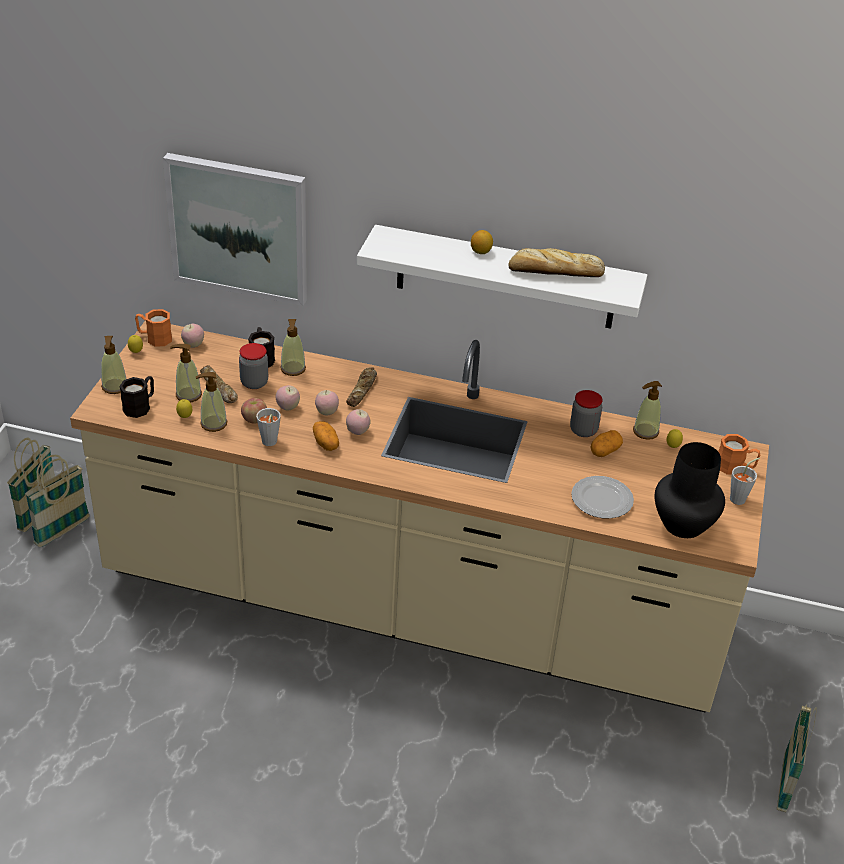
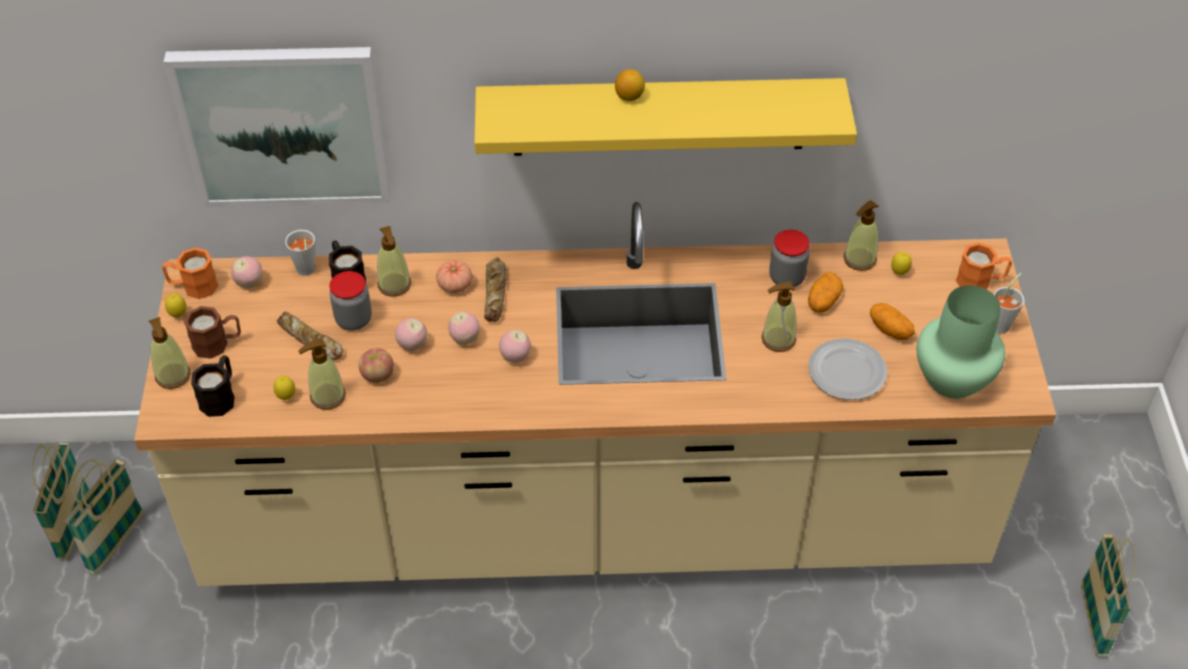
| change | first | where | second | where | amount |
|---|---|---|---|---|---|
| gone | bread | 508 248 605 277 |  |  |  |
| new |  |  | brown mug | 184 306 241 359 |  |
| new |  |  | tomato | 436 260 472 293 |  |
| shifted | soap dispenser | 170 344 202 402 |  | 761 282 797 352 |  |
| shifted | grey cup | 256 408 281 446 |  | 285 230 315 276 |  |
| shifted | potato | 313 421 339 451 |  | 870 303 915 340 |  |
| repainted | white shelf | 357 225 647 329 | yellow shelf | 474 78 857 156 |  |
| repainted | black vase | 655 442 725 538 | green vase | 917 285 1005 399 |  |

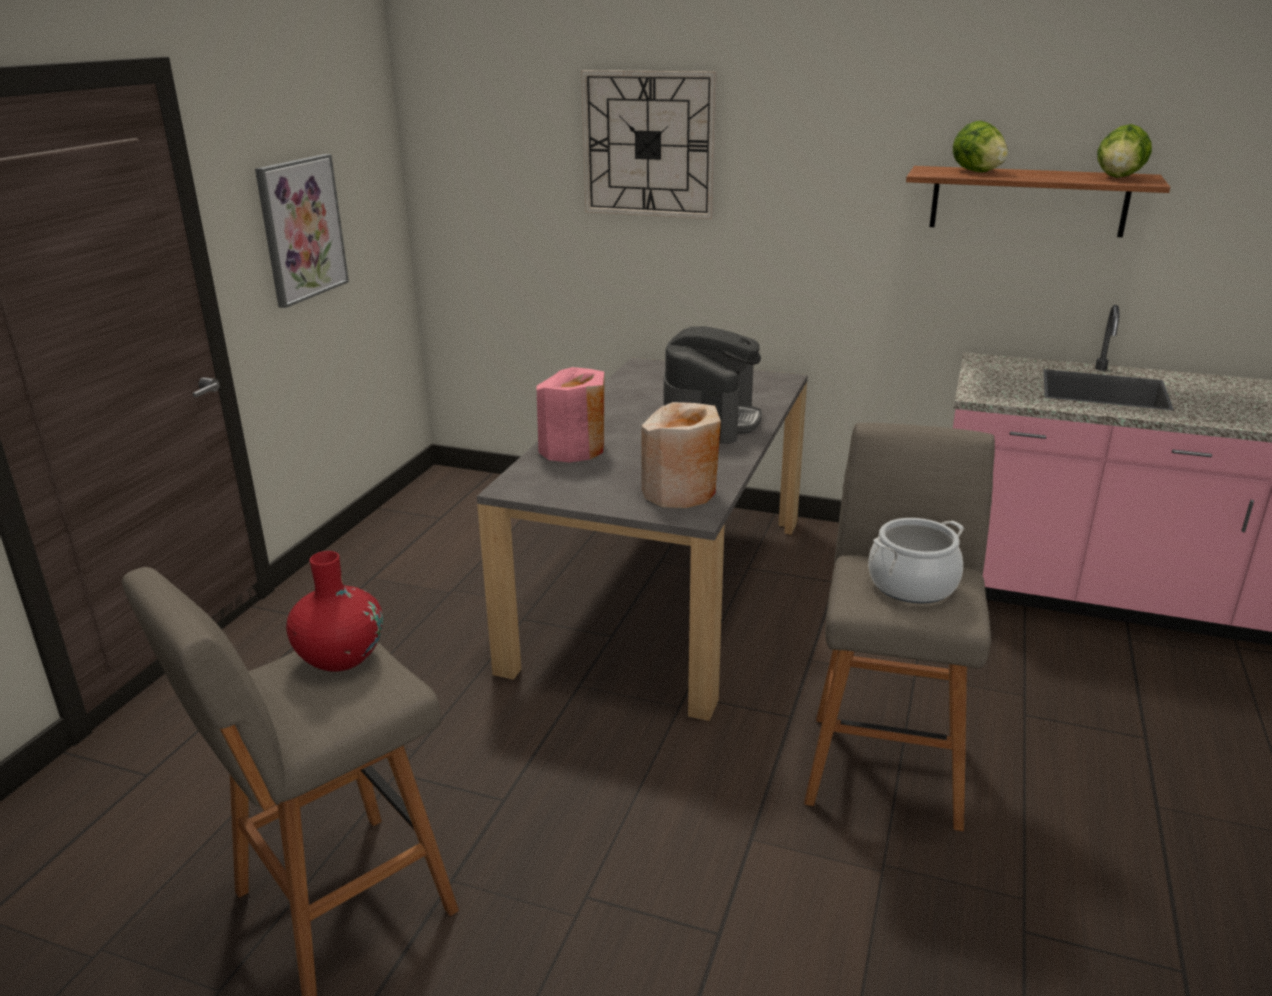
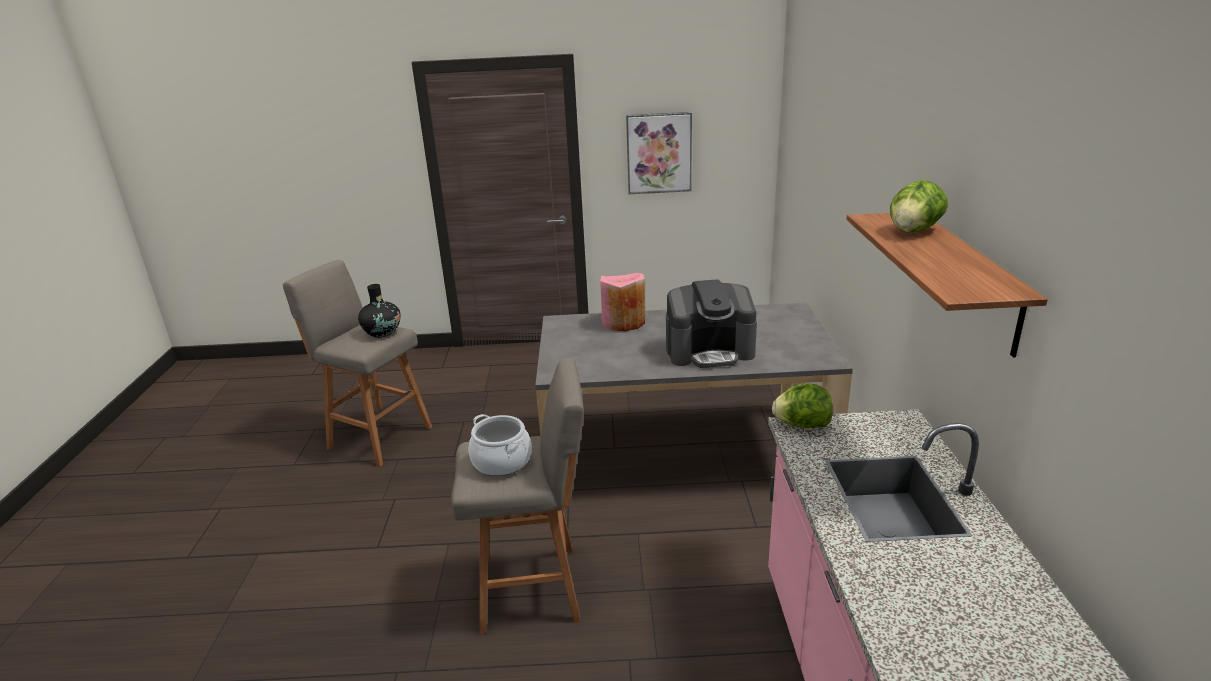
| change | first | where | second | where | amount |
|---|---|---|---|---|---|
| gone | wall clock | 581 70 717 219 |  |  |  |
| gone | beige vase | 642 402 721 508 |  |  |  |
| shifted | lettuce | 1097 124 1152 178 |  | 772 384 833 428 |  |
| repainted | red vase | 286 551 383 672 | black vase | 358 284 401 338 |  |

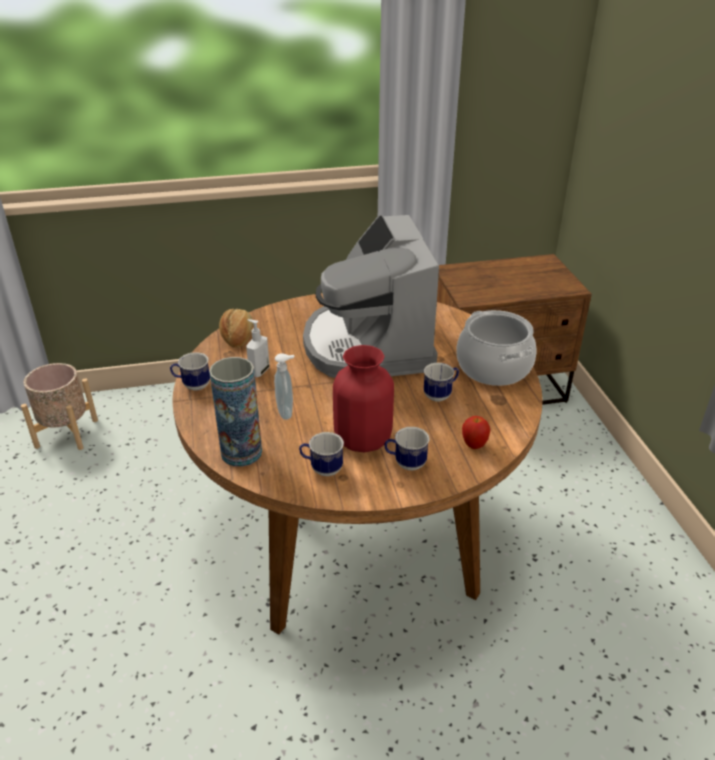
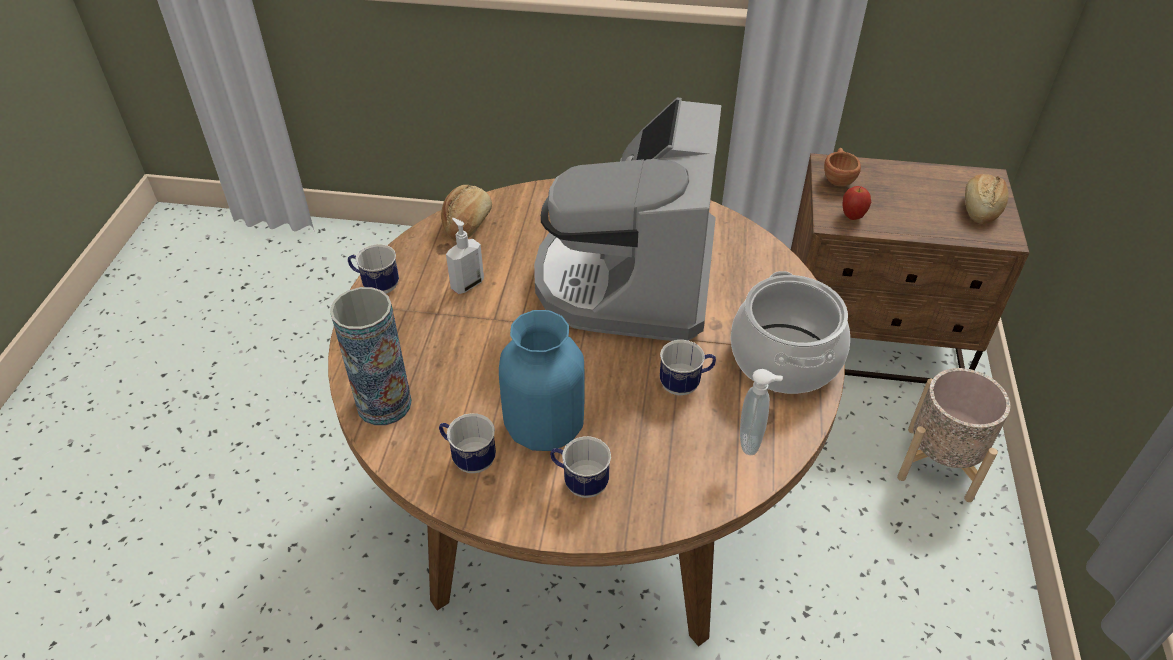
| change | first | where | second | where | amount |
|---|---|---|---|---|---|
| new |  |  | brown cup | 824 148 861 186 |  |
| new |  |  | bread | 965 174 1009 224 |  |
| shifted | beige planter | 21 363 98 450 |  | 897 368 1010 502 |  |
| shifted | soap dispenser | 274 353 294 420 |  | 740 369 783 455 |  |
| shifted | apple | 462 416 491 449 |  | 842 186 871 220 |  |
| repainted | red vase | 333 345 394 452 | blue vase | 499 310 585 451 |  |

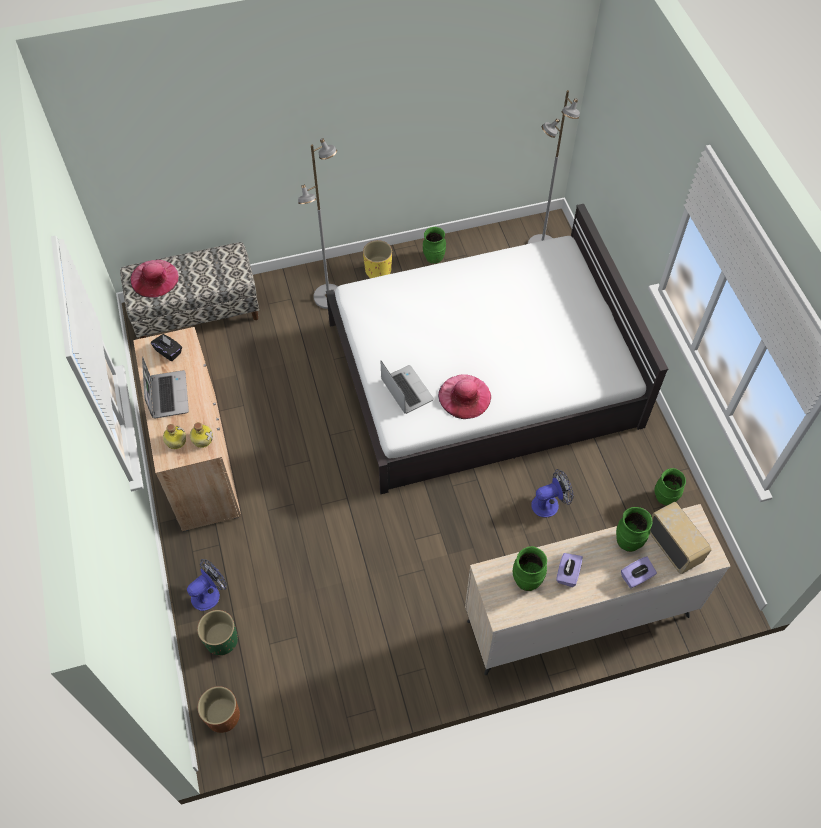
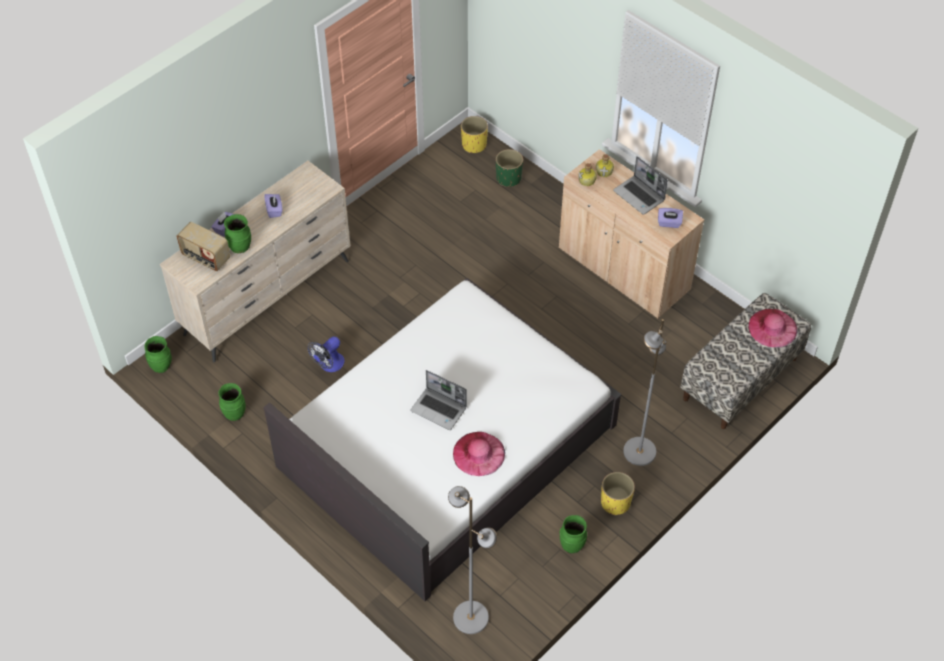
| change | first | where | second | where | amount |
|---|---|---|---|---|---|
| gone | fan | 187 559 227 611 |  |  |  |
| shifted | laptop | 381 361 434 414 |  | 410 370 467 430 |  |
| shifted | pink hat | 438 374 491 419 |  | 453 432 505 476 |  |
| shifted | green vase | 513 546 547 591 |  | 144 336 172 373 |  |
| repainted | black tissue box | 151 334 182 361 | purple tissue box | 658 208 683 228 |  |
| repainted | brown planter | 198 686 240 733 | yellow planter | 461 116 488 153 |  |

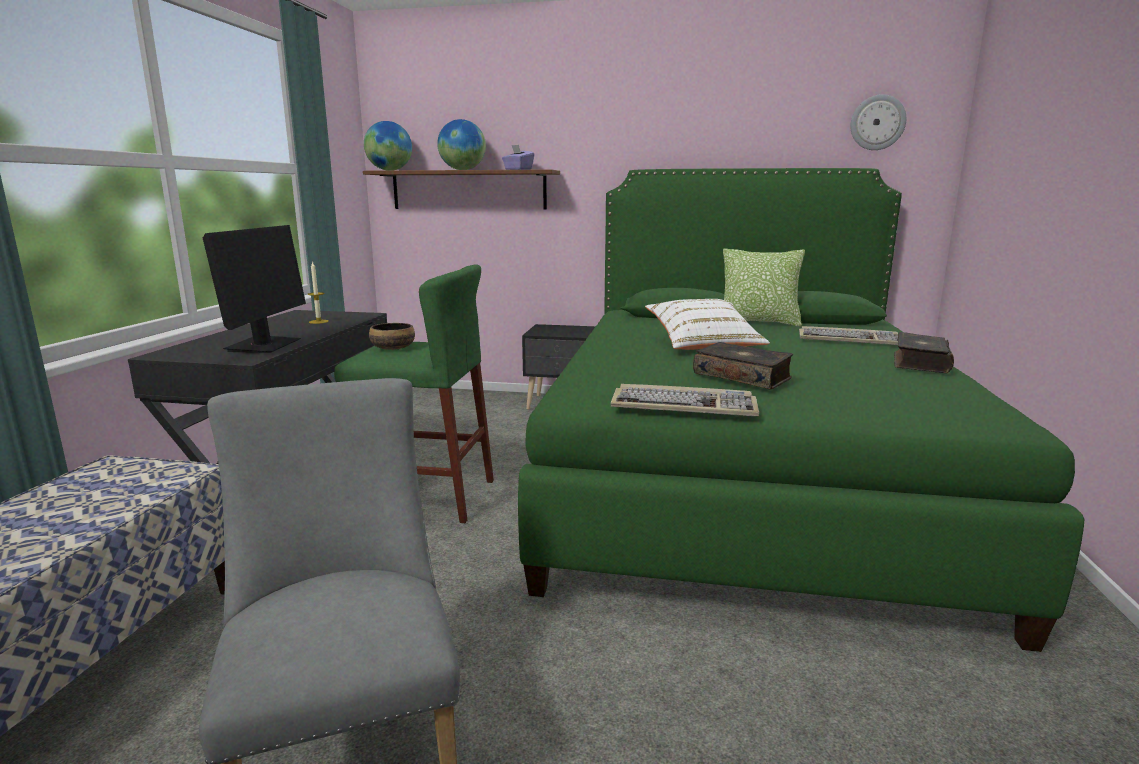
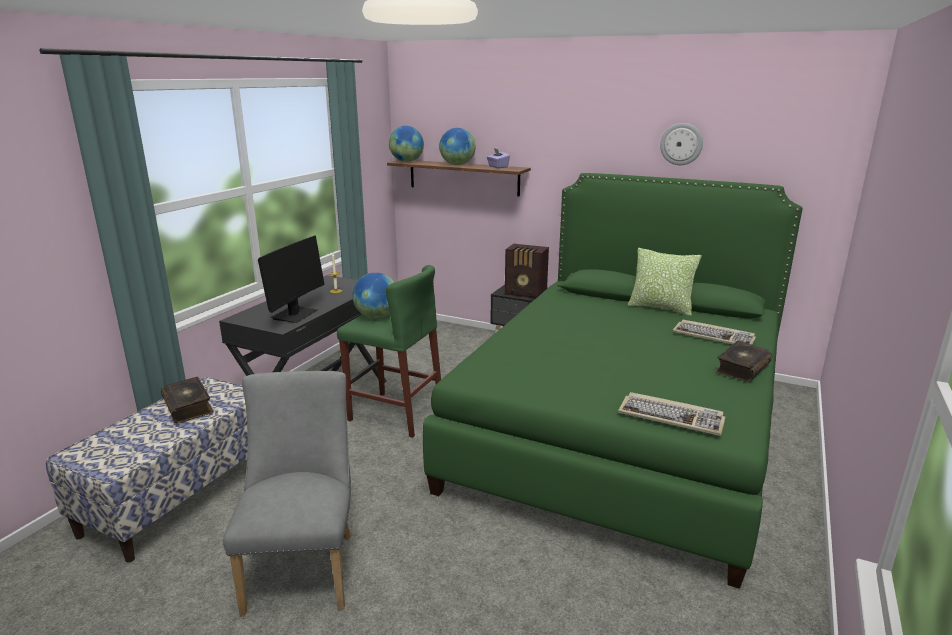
| change | first | where | second | where | amount |
|---|---|---|---|---|---|
| gone | white pillow | 645 299 770 350 |  |  |  |
| new |  |  | radio | 505 244 549 298 |  |
| shifted | keyboard | 611 384 759 416 |  | 618 392 725 436 |  |
| shifted | book | 693 342 793 389 |  | 161 377 214 423 |  |
| shifted | wall clock | 850 94 906 150 |  | 660 123 703 165 |  |
| swapped | bowl | 369 323 415 350 | globe | 352 273 394 319 |  |

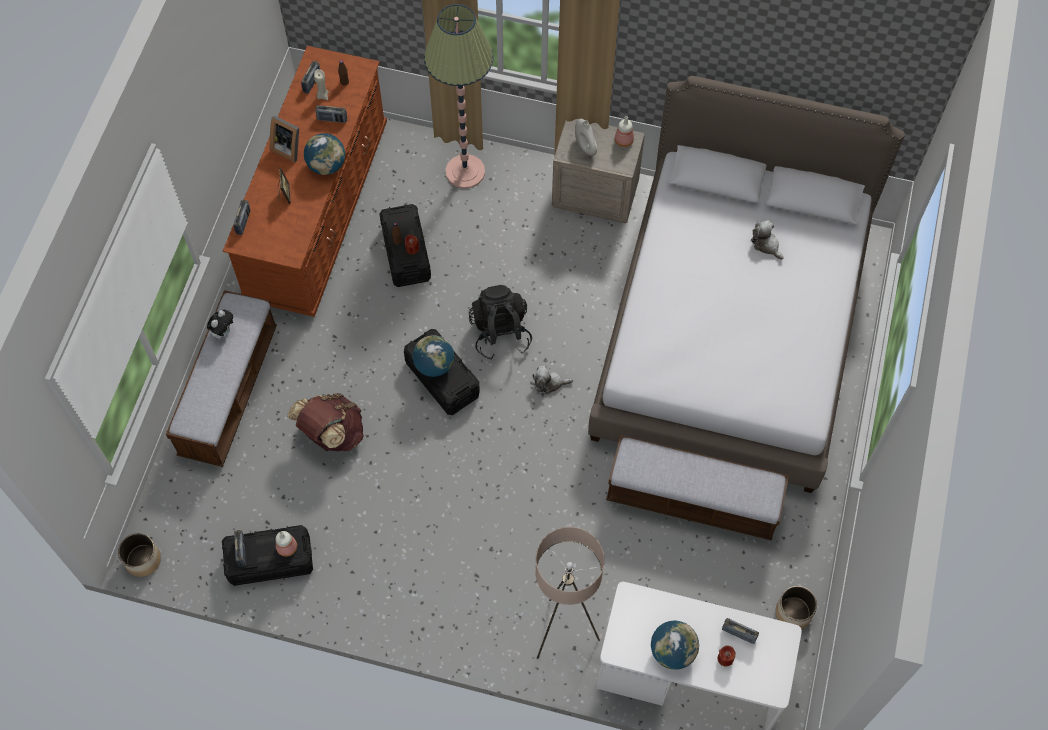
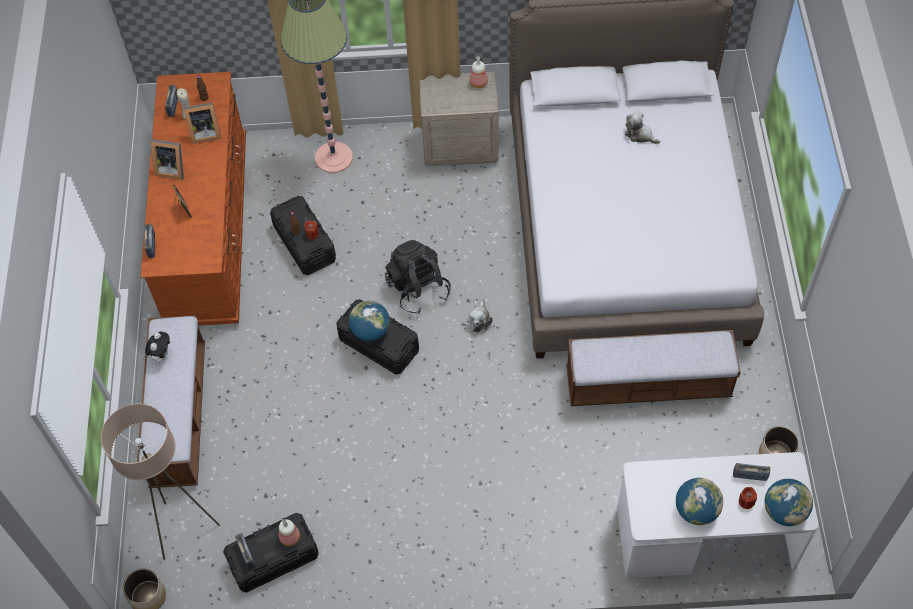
| change | first | where | second | where | amount |
|---|---|---|---|---|---|
| gone | brown backpack | 287 393 364 451 |  |  |  |
| gone | white vase | 575 119 597 156 |  |  |  |
| shifted | globe | 304 133 345 175 |  | 765 479 813 526 |  |
| shifted | beige floor lamp | 535 527 605 659 |  | 101 404 220 560 |  |
| swapped | radio | 315 105 347 123 | picture frame | 184 102 221 144 |  |
| rotated | plush toy | 532 366 573 394 |  | 467 298 493 332 | 60 degrees counterclockwise |

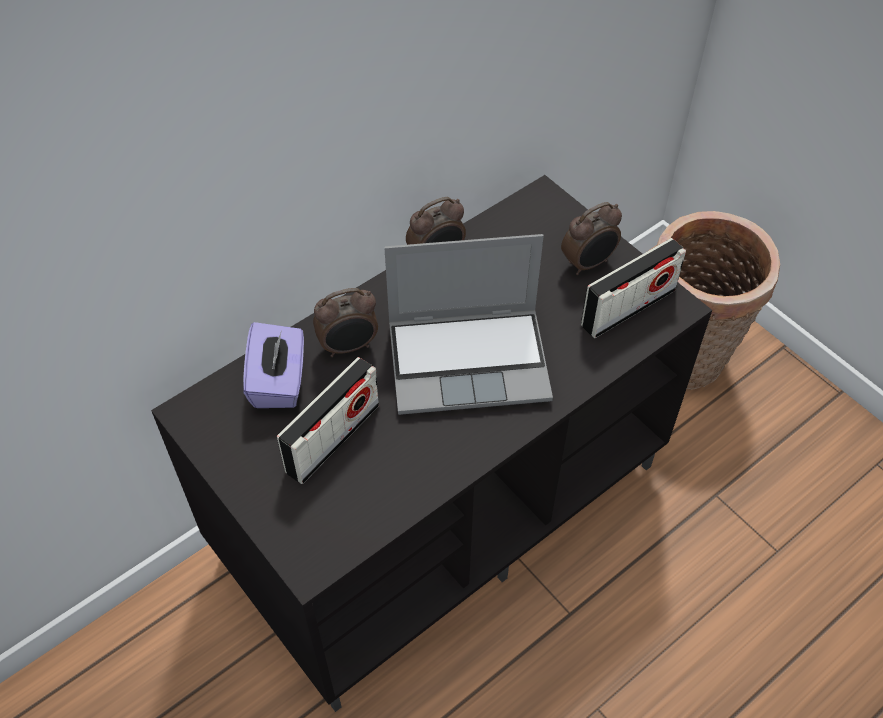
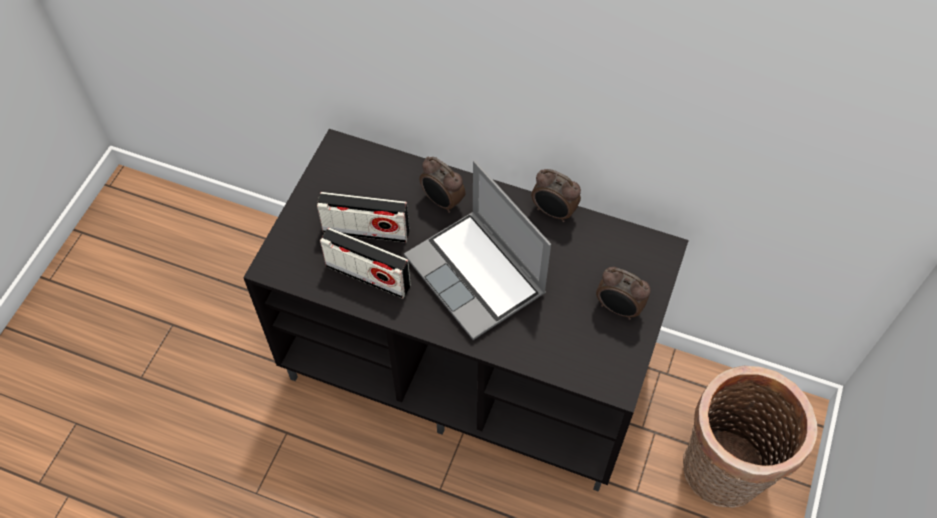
| change | first | where | second | where | amount |
|---|---|---|---|---|---|
| gone | purple tissue box | 243 322 304 408 |  |  |  |
| shifted | radio | 581 238 686 338 |  | 320 228 411 298 |  |

